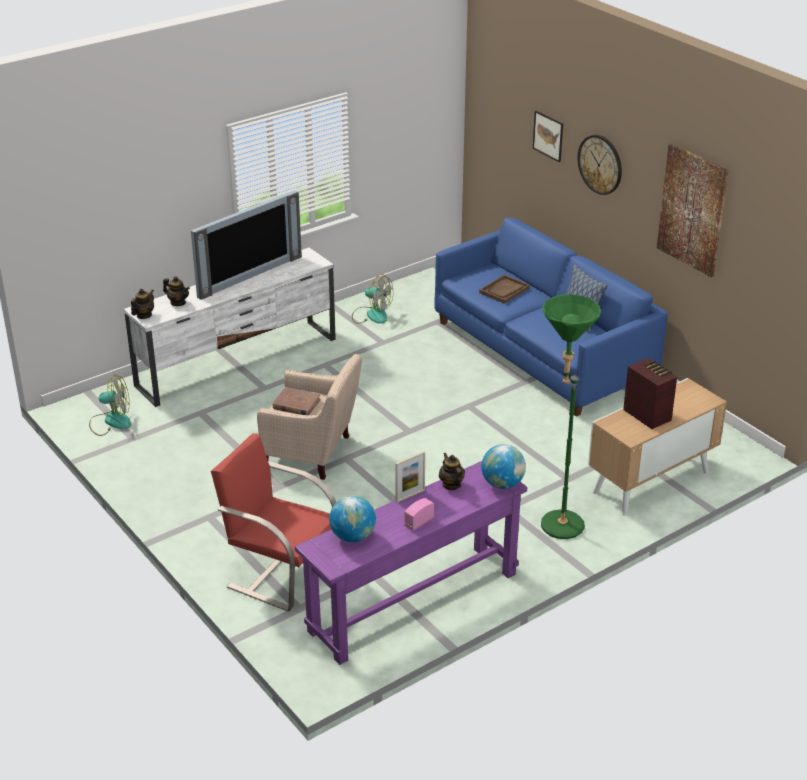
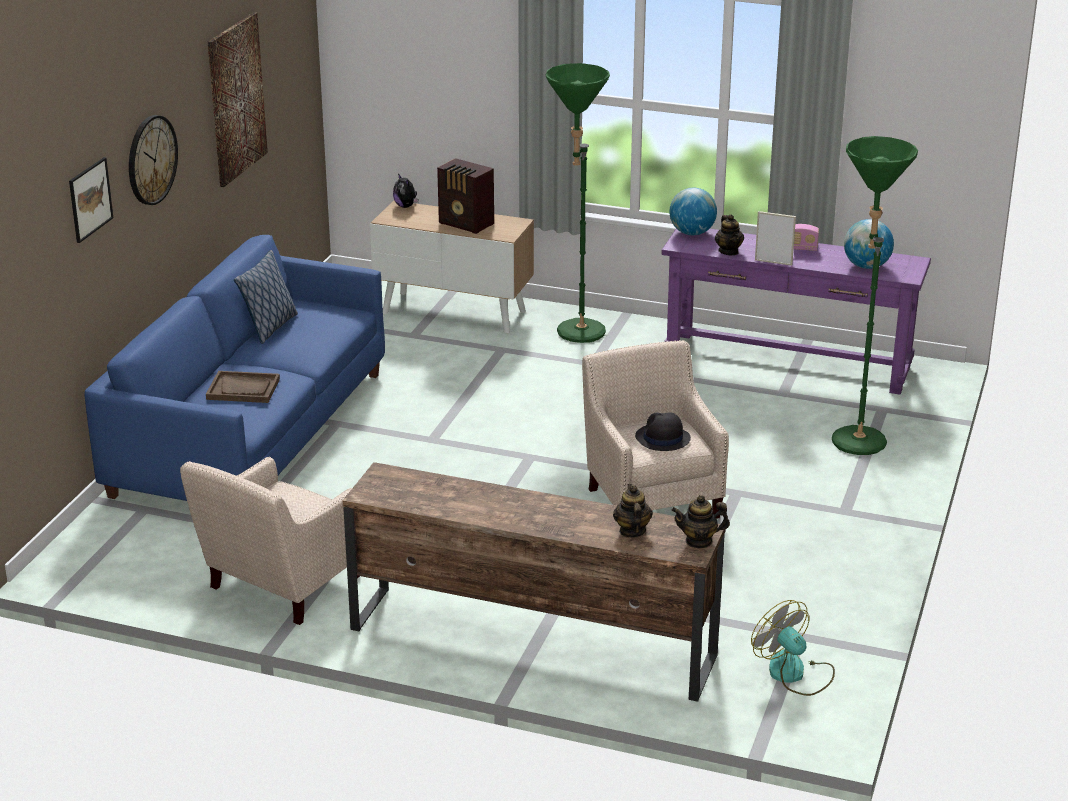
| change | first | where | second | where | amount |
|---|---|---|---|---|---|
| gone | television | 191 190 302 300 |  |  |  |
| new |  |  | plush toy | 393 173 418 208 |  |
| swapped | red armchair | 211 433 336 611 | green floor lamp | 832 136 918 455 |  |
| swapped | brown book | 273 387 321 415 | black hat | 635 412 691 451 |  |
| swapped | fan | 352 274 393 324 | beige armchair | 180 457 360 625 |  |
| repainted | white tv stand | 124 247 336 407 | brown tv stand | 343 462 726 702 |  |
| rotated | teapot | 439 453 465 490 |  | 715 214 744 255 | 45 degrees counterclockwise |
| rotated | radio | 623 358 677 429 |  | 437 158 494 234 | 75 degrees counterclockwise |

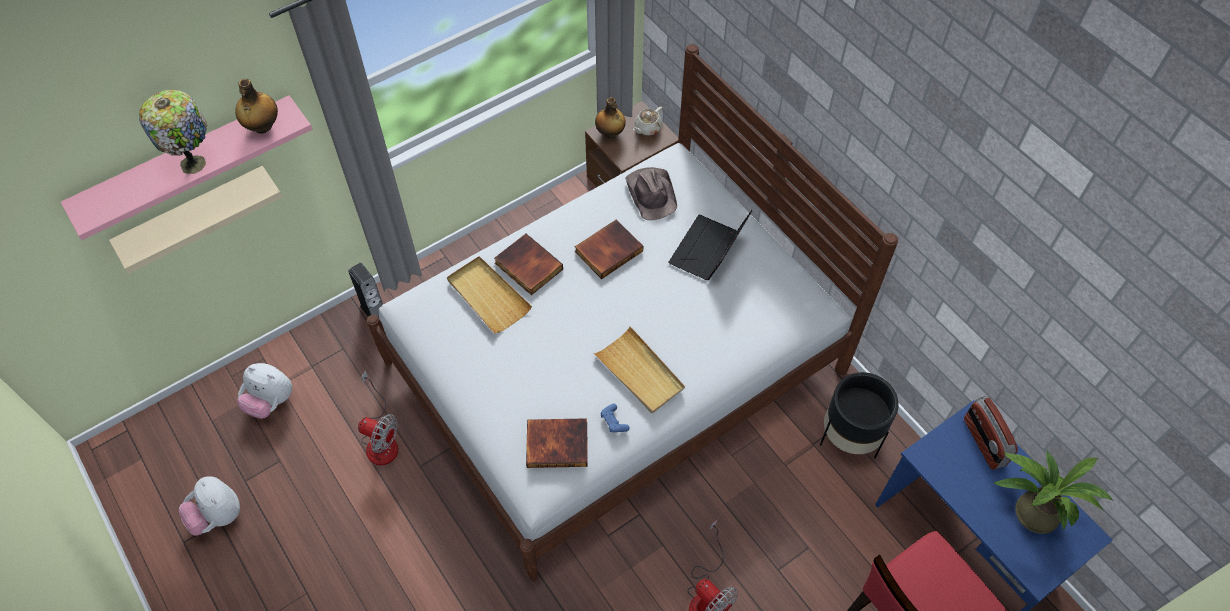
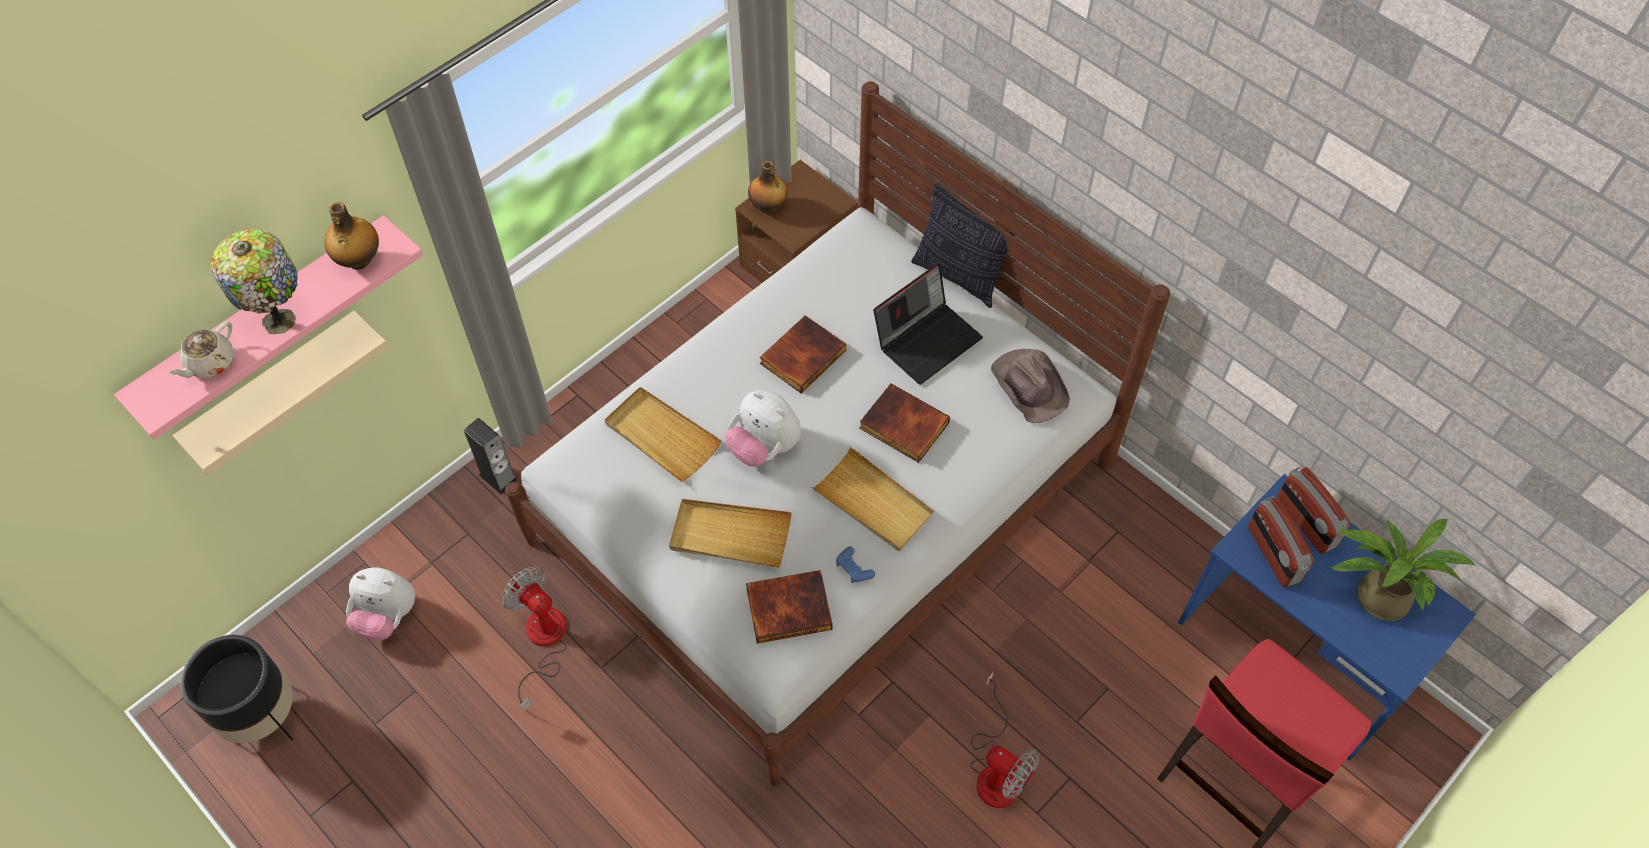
| change | first | where | second | where | amount |
|---|---|---|---|---|---|
| new |  |  | beige tray | 669 499 792 568 |  |
| new |  |  | pillow | 911 184 1015 308 |  |
| new |  |  | radio | 1248 496 1314 587 |  |
| shifted | plush toy | 179 476 240 536 |  | 725 390 801 467 |  |
| shifted | book | 494 234 563 295 |  | 860 383 950 463 |  |
| shifted | brown hat | 625 167 677 220 |  | 991 349 1070 423 |  |
| shifted | beige teapot | 633 106 663 135 |  | 168 321 234 378 |  |
| shifted | black planter | 820 372 899 458 |  | 180 635 293 743 |  |
| rotated | fan | 358 371 398 466 |  | 502 567 567 712 | 150 degrees counterclockwise |
| rotated | laptop | 668 210 753 280 |  | 873 263 983 385 | 150 degrees counterclockwise |

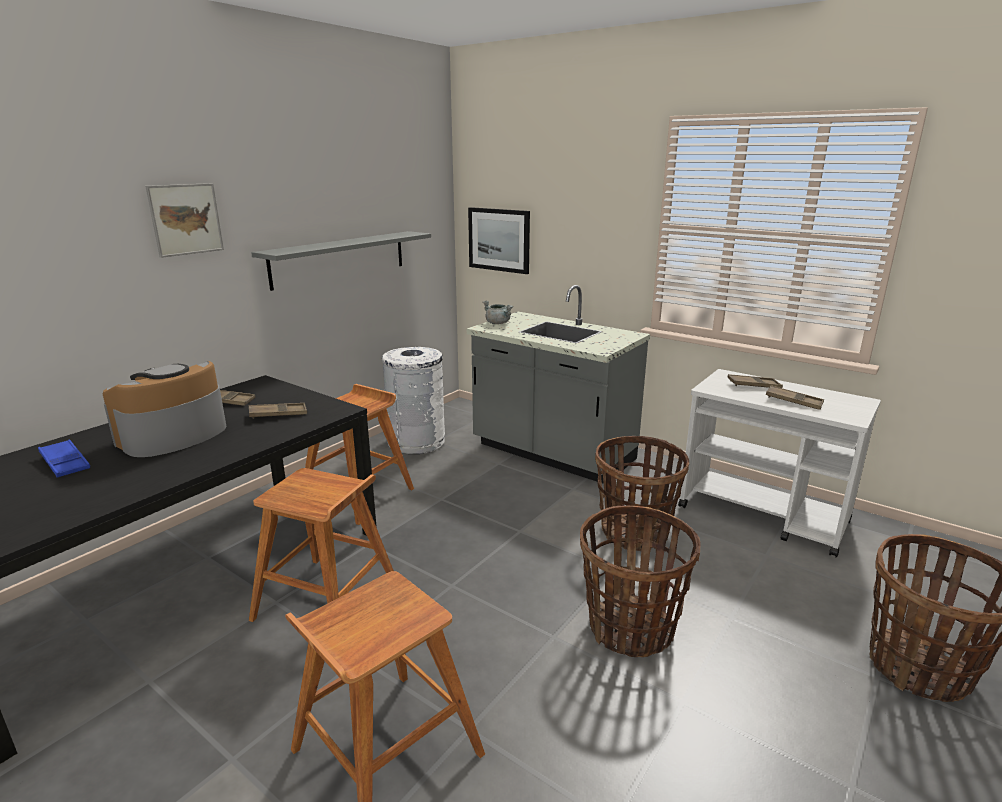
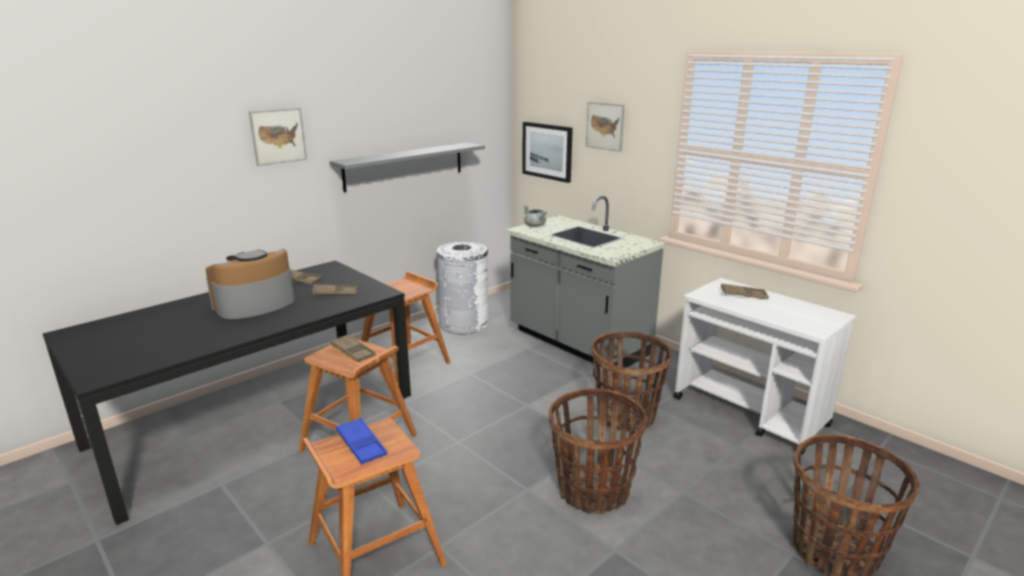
| change | first | where | second | where | amount |
|---|---|---|---|---|---|
| new |  |  | picture | 586 102 625 152 |  |
| shifted | blue tray | 38 439 90 478 |  | 336 418 387 465 |  |
| shifted | brown tray | 766 385 824 410 |  | 330 334 376 362 |  |

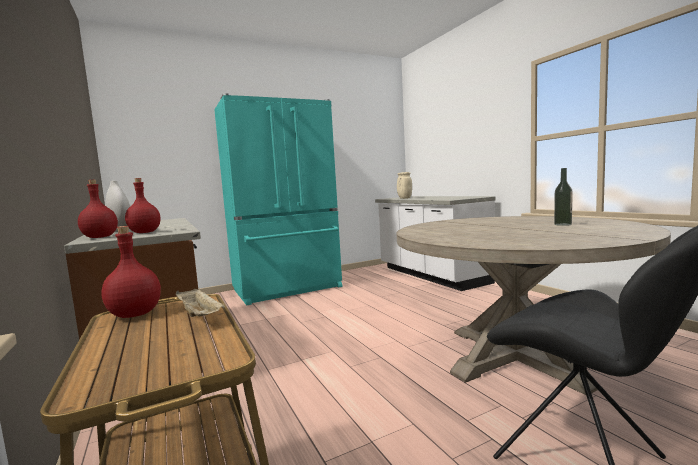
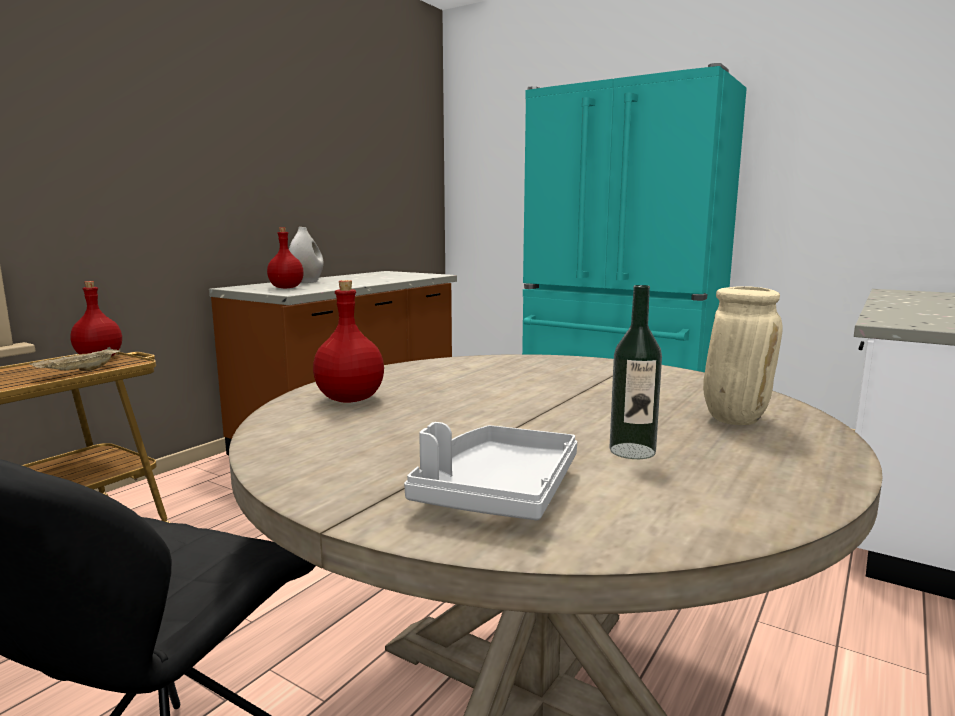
| change | first | where | second | where | amount |
|---|---|---|---|---|---|
| new |  |  | grey tray | 404 422 577 520 |  |
| shifted | red bottle | 78 180 118 238 |  | 313 280 384 402 |  |
| shifted | beige vase | 397 172 412 199 |  | 703 286 783 425 |  |

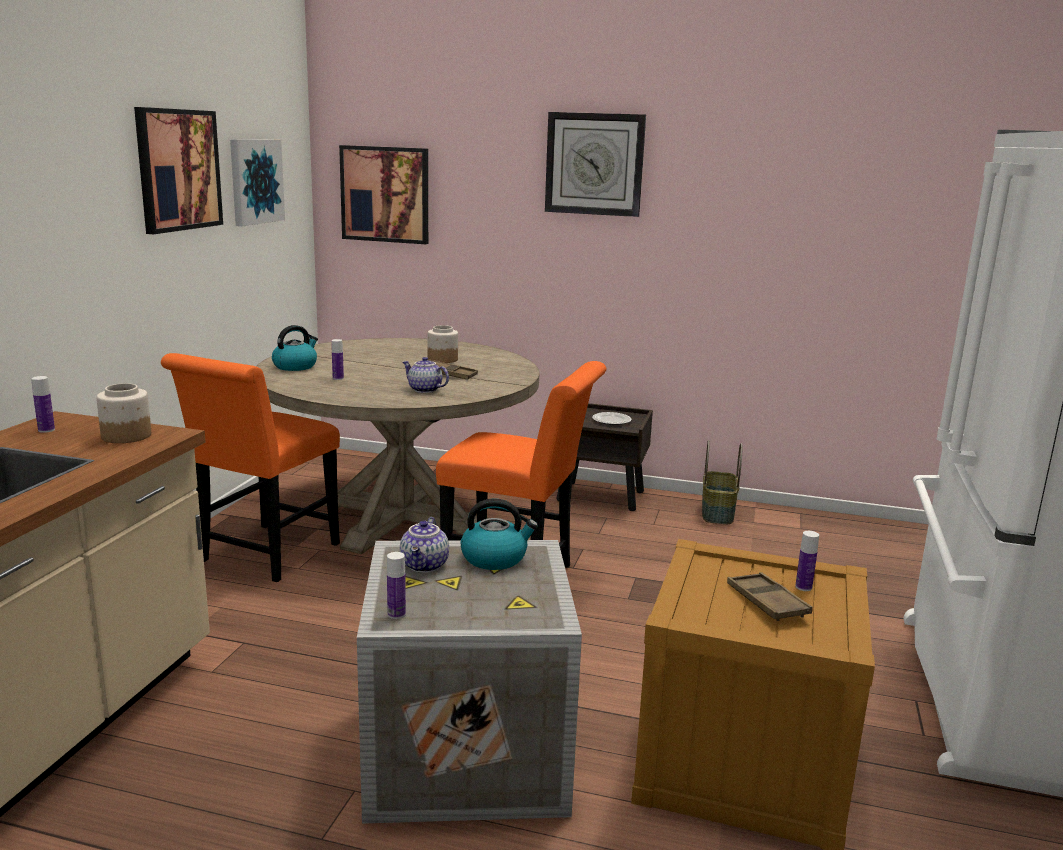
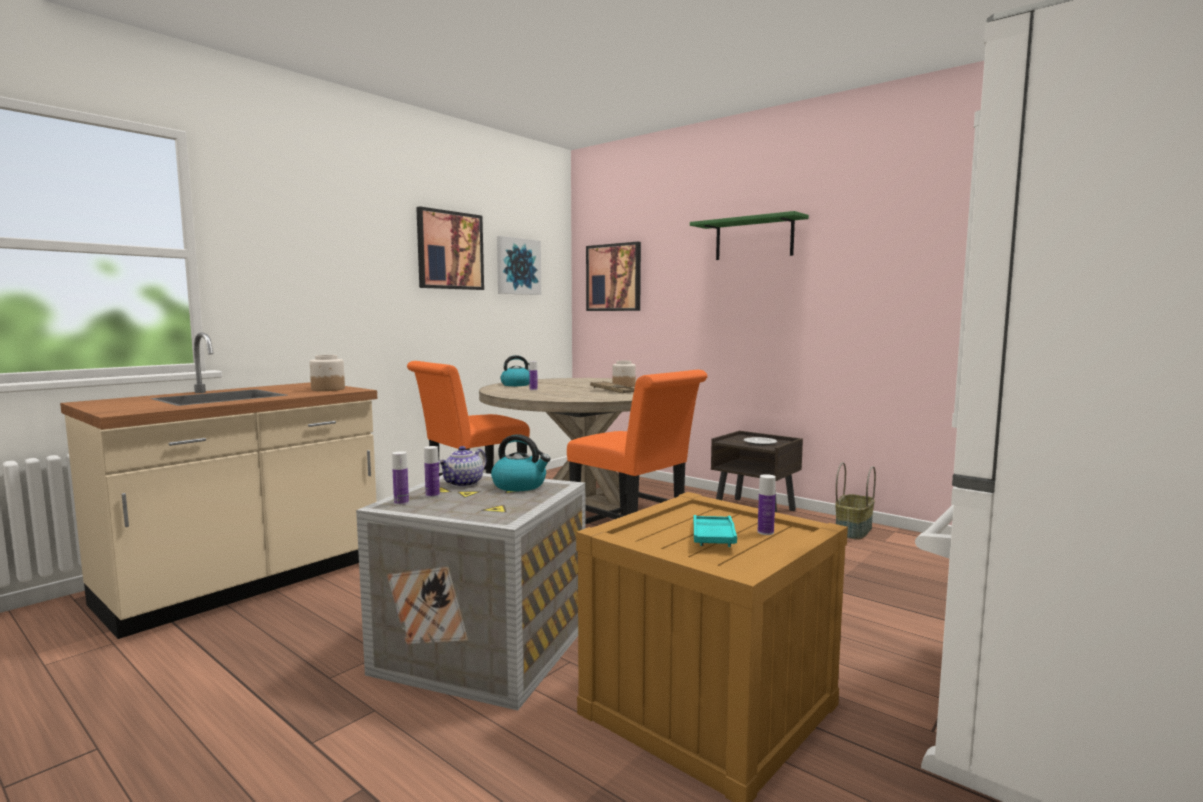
| change | first | where | second | where | amount |
|---|---|---|---|---|---|
| gone | teapot | 403 357 449 393 |  |  |  |
| shifted | bottle | 31 376 55 433 |  | 424 446 440 498 |  |
| swapped | wall clock | 545 112 646 217 | green shelf | 690 211 809 260 |  |
| repainted | brown tray | 727 572 812 621 | turquoise tray | 693 515 737 547 |  |

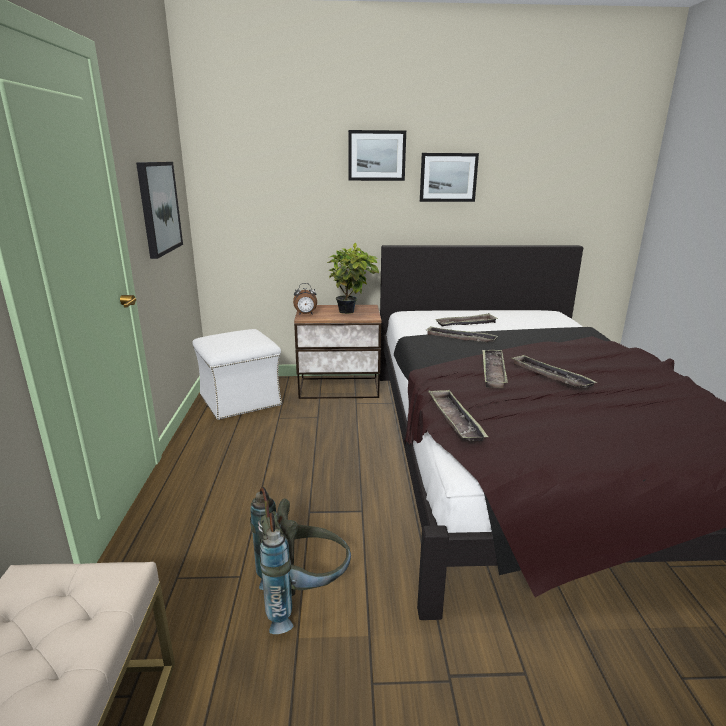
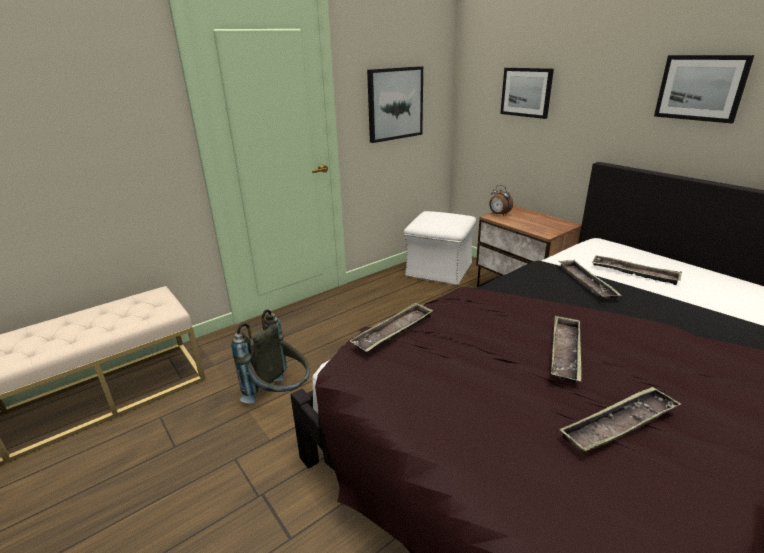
| change | first | where | second | where | amount |
|---|---|---|---|---|---|
| gone | potted plant | 327 243 379 314 |  |  |  |
| shifted | picture | 348 130 406 181 |  | 500 68 554 119 |  |
| shifted | tray | 482 349 508 388 |  | 559 386 681 454 |  |

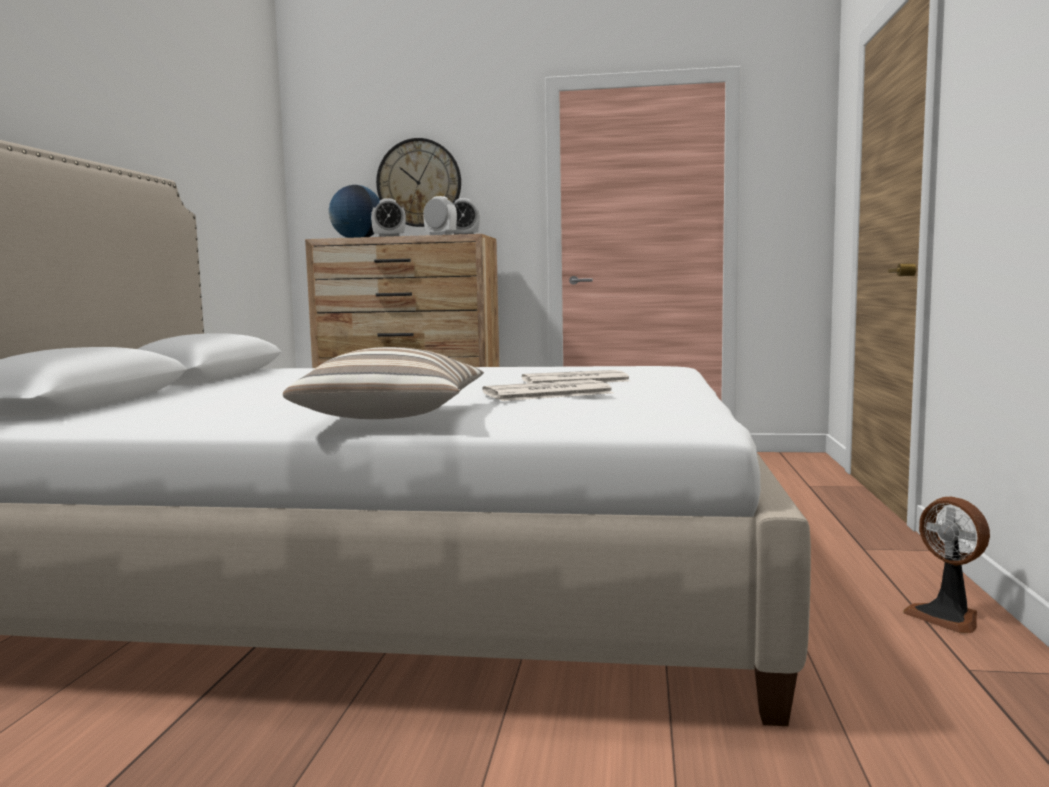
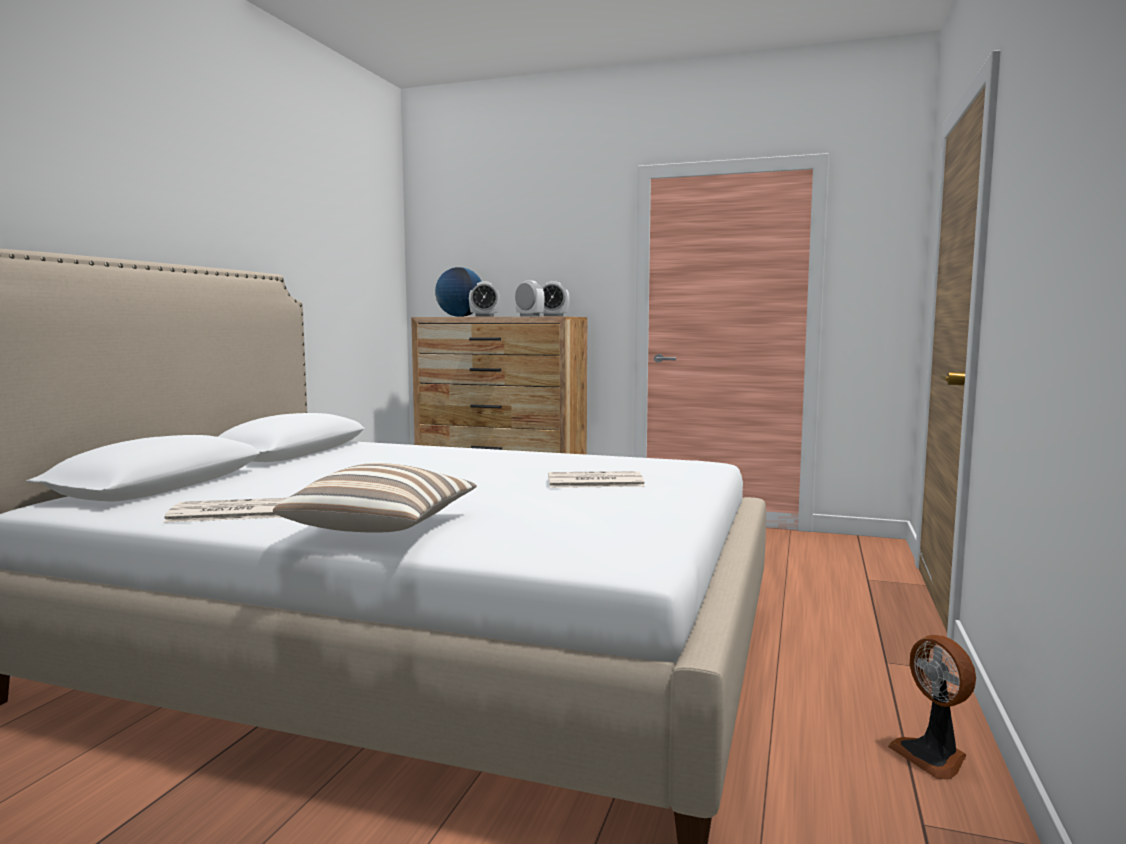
| change | first | where | second | where | amount |
|---|---|---|---|---|---|
| gone | wall clock | 376 138 461 227 |  |  |  |
| shifted | newspaper | 482 379 614 401 |  | 163 498 286 523 |  |

